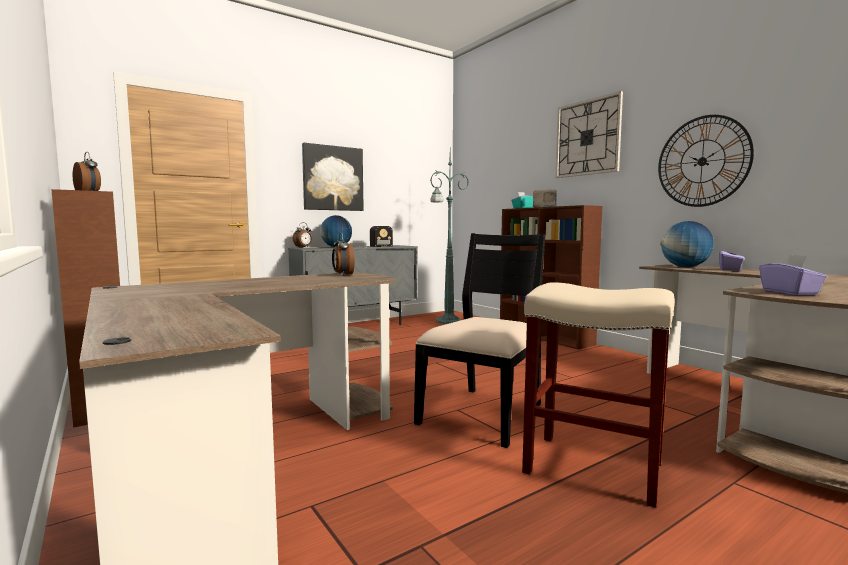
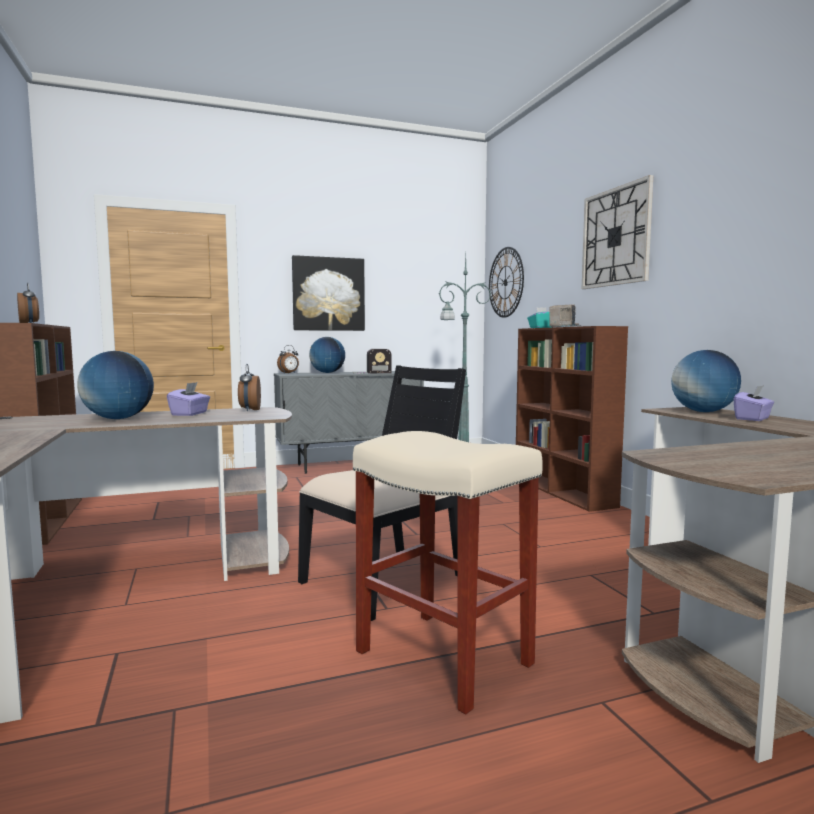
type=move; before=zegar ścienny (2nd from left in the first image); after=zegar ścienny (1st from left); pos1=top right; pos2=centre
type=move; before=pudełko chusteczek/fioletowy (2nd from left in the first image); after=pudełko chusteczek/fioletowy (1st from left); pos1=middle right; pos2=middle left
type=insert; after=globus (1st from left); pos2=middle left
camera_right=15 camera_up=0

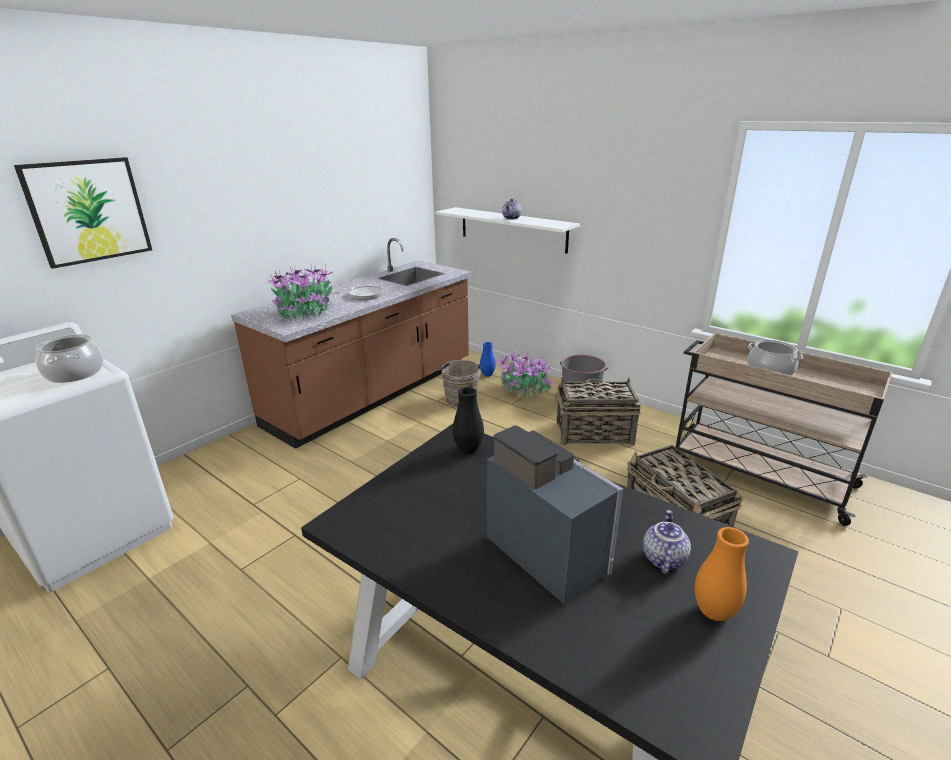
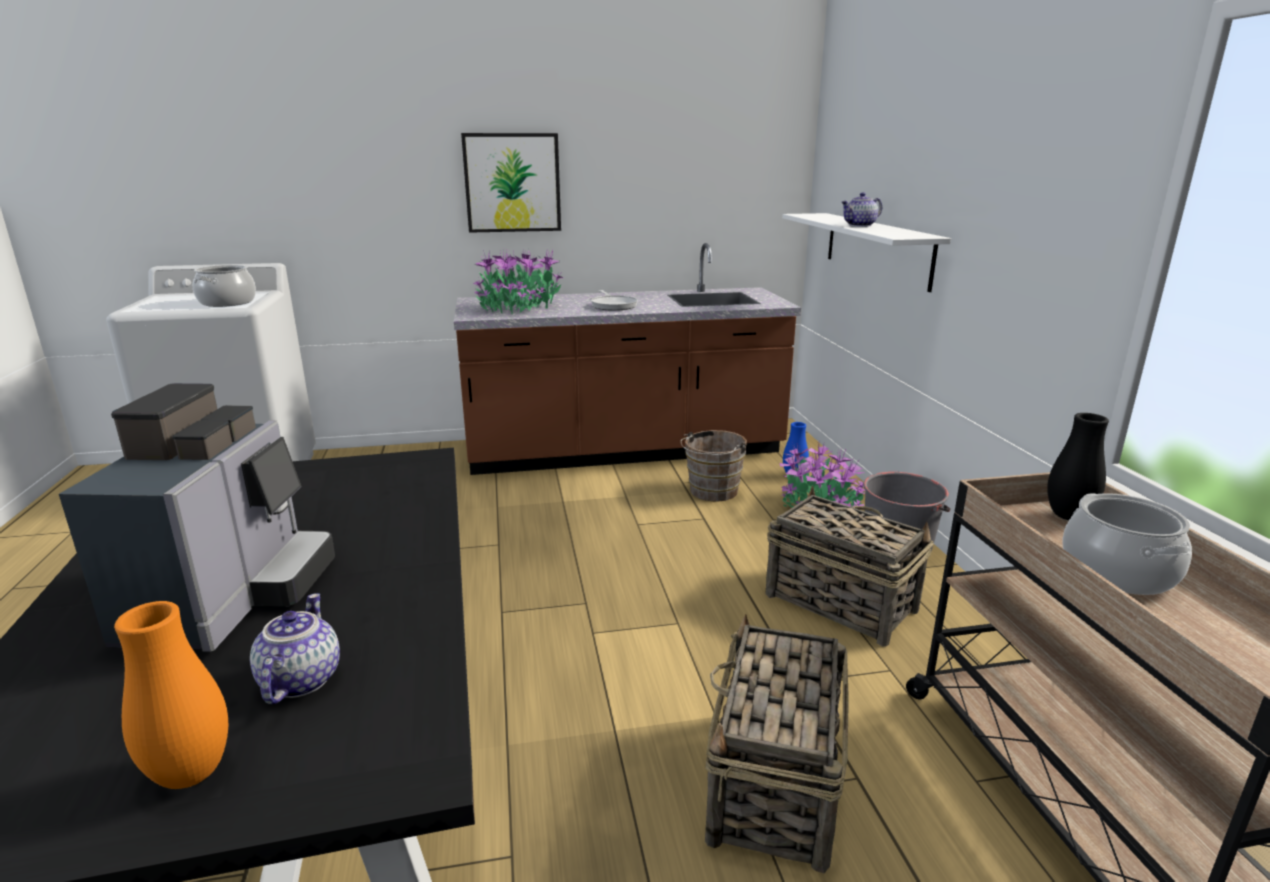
type=move; before=obraz; pos1=top left; pos2=top centre
type=move; before=wazon/czarny; pos1=centre; pos2=middle right
type=rotate; before=imbryk (2nd from left in the first image); pos1=bottom right; pos2=bottom left; turn=-60
camera_right=40 camera_up=-5

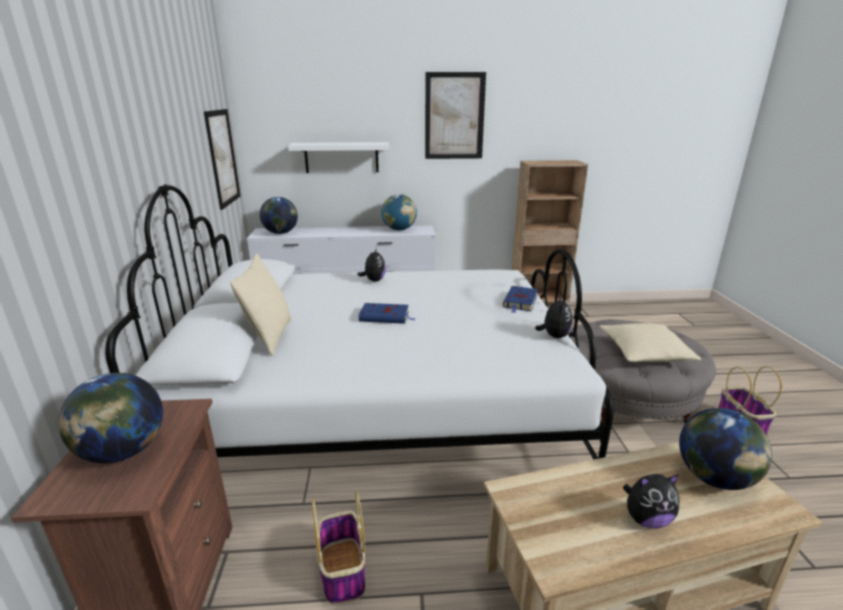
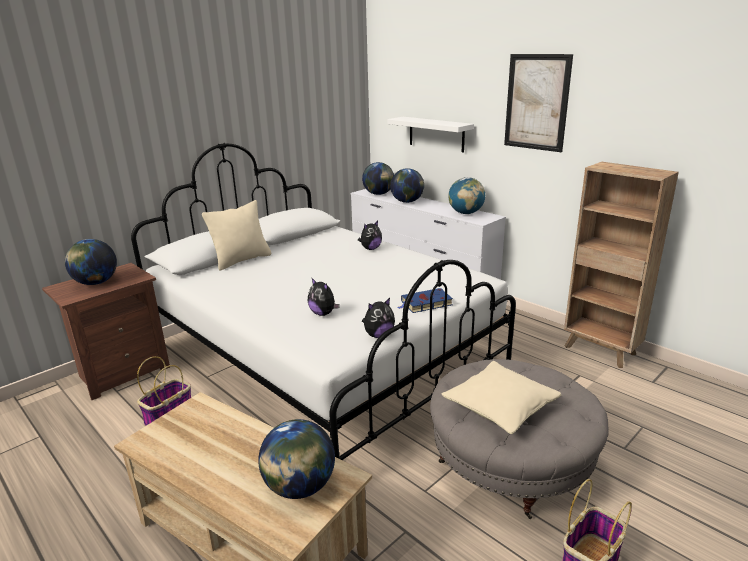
type=delete; before=obraz (1st from left); pos1=top left
type=delete; before=książka/niebieski (1st from left); pos1=centre
type=move; before=pluszak (3rd from left in the first image); after=pluszak (1st from left); pos1=bottom right; pos2=centre
type=insert; after=globus (4th from left); pos2=top centre
camera_right=50 camera_up=0

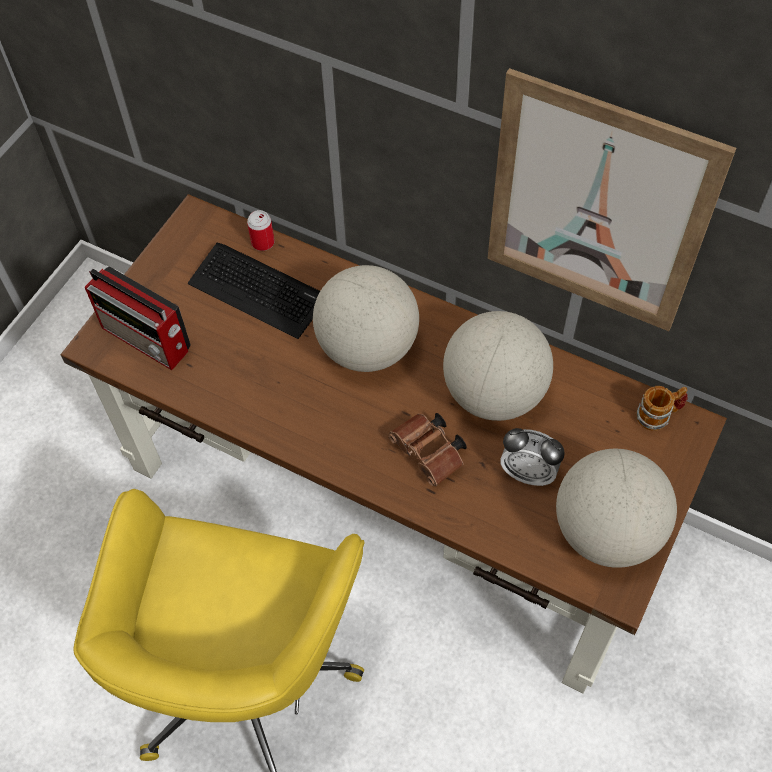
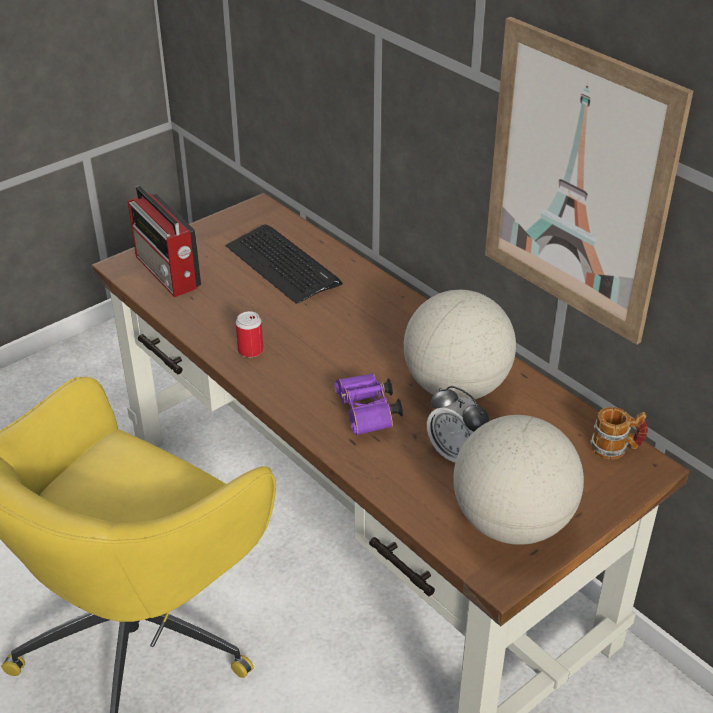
type=move; before=puszka; pos1=top centre; pos2=centre
type=delete; before=globus (1st from left); pos1=centre
type=recolor; before=lornetka/brązowy; after=lornetka/fioletowy; pos1=centre; pos2=centre
camera_right=20 camera_up=-20

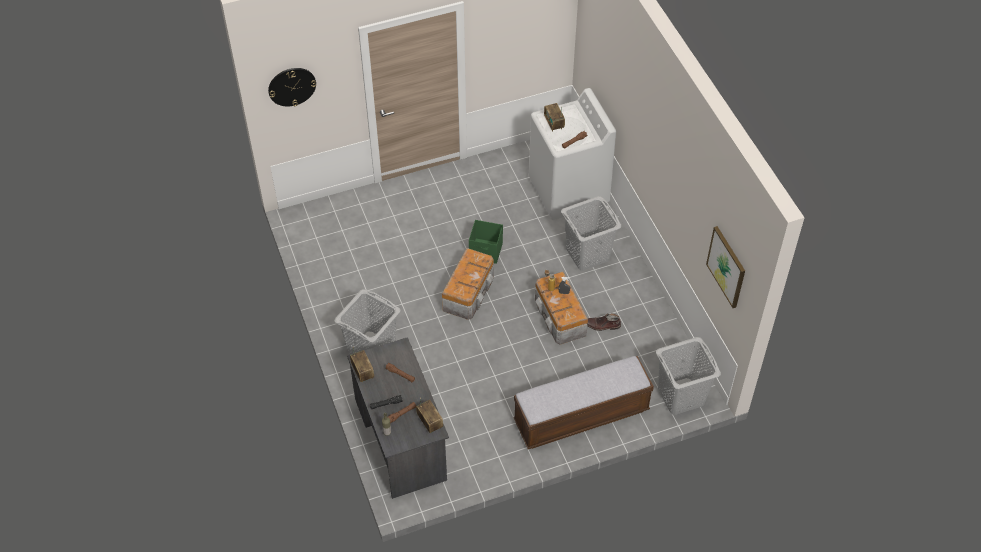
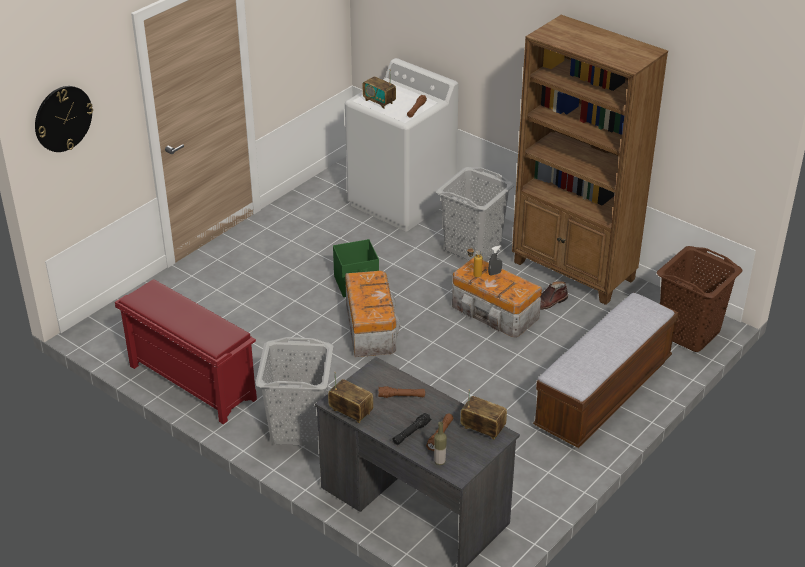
type=delete; before=obraz; pos1=middle right
type=recolor; before=kosz na pranie/szary (3rd from left); after=kosz na pranie/brązowy; pos1=bottom right; pos2=middle right
type=insert; after=regał/brązowy; pos2=top right
type=insert; after=regał na buty/czerwony; pos2=middle left
camera_right=-30 camera_up=-15

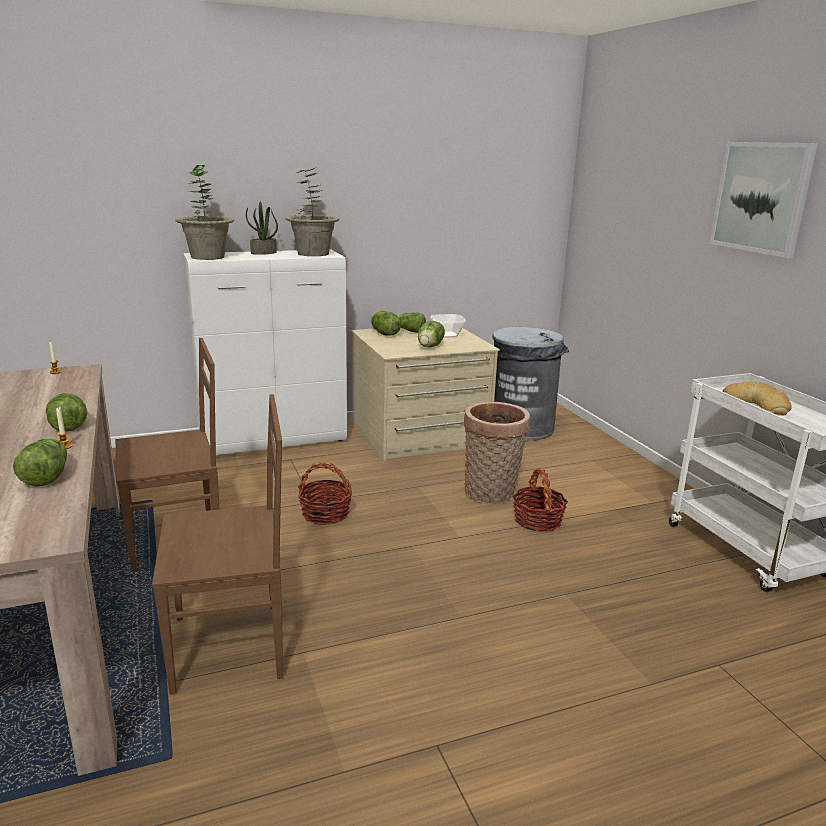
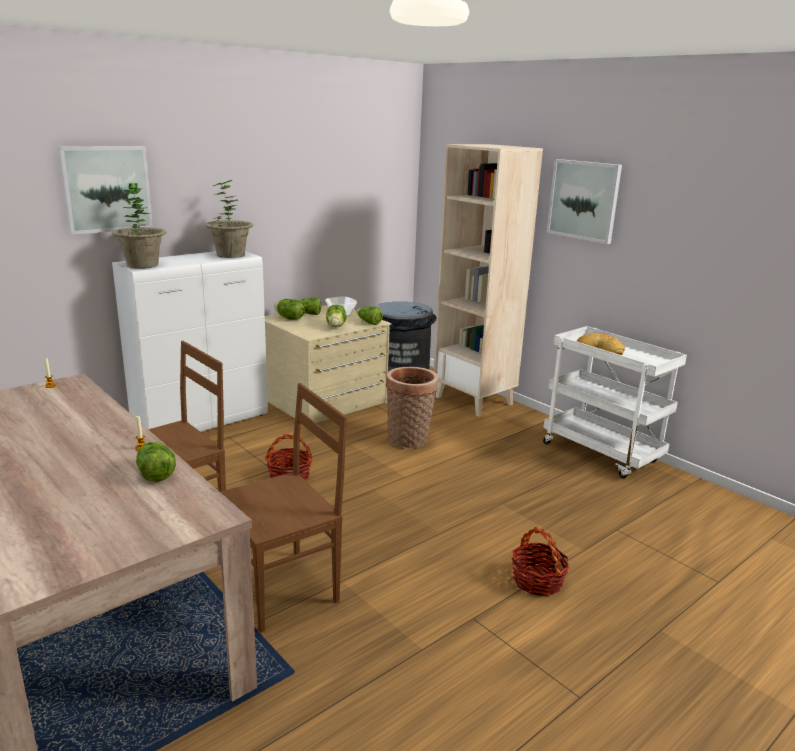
type=delete; before=roślina doniczkowa (2nd from left); pos1=top left
type=move; before=sałata (2nd from left in the first image); after=sałata (5th from left); pos1=middle left; pos2=centre
type=move; before=koszyk (3rd from left); pos1=centre; pos2=bottom right
type=insert; after=regał/beżowy; pos2=centre
type=insert; after=obraz (1st from left); pos2=top left
camera_right=-20 camera_up=0

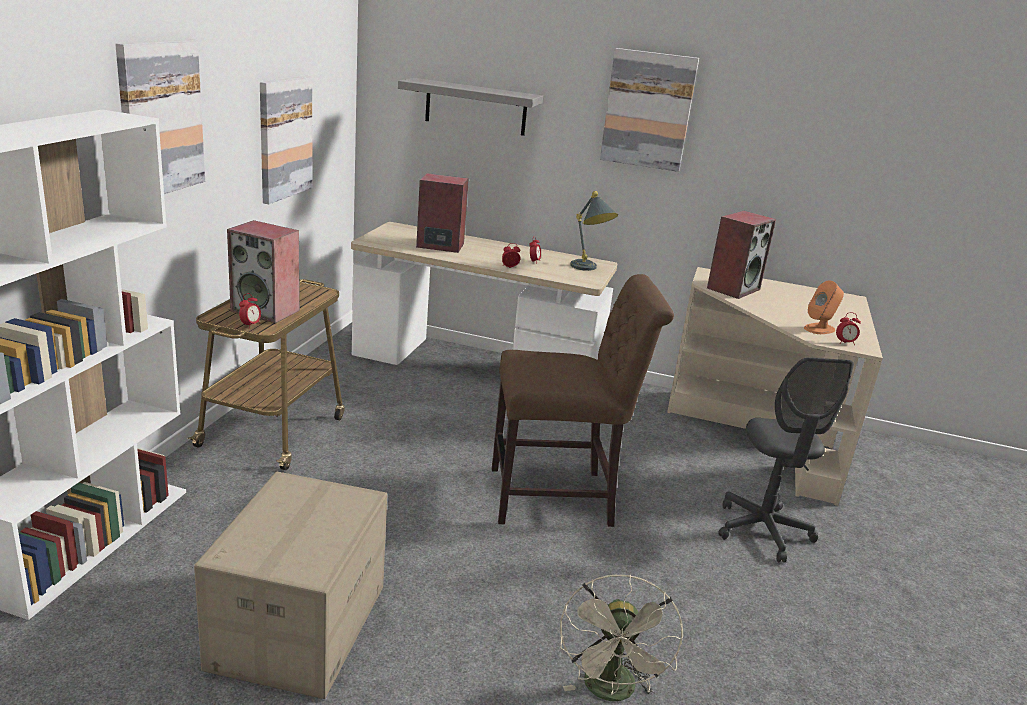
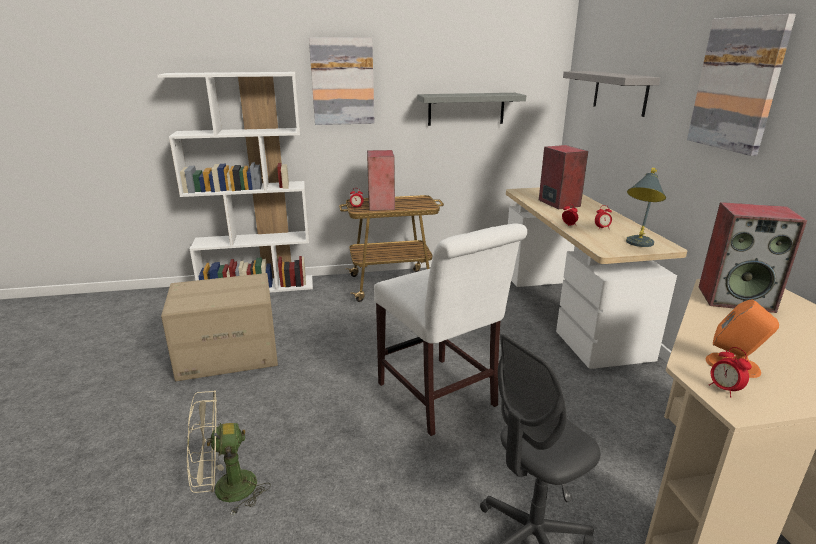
type=replace; before=obraz (2nd from left); after=półka/szary (1st from left); pos1=top left; pos2=top centre
type=recolor; before=krzesło/brązowy; after=krzesło/biały; pos1=centre; pos2=centre
camera_right=65 camera_up=0

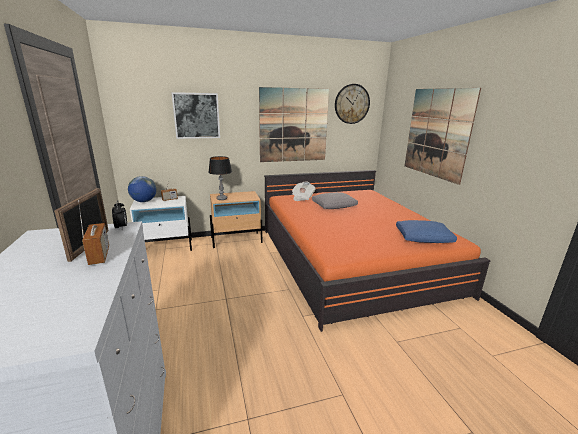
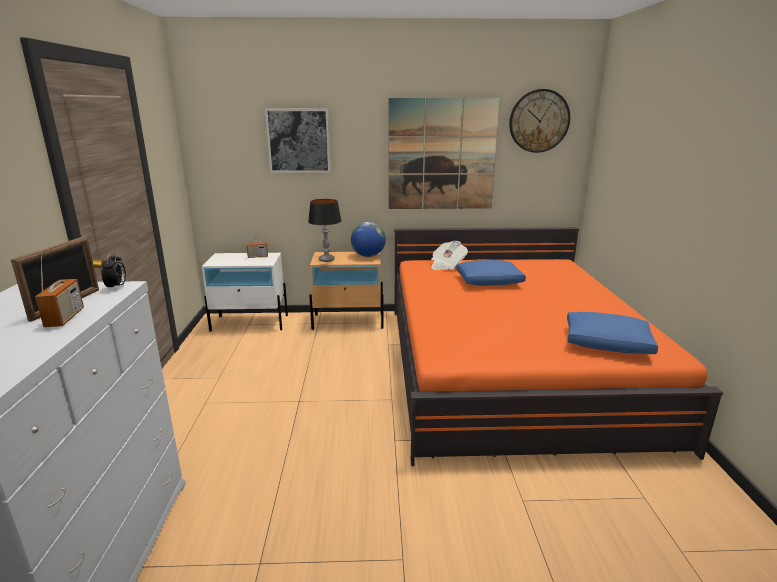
type=delete; before=obraz (3rd from left); pos1=top right
type=move; before=globus; pos1=middle left; pos2=centre
type=recolor; before=poduszka/szary; after=poduszka/niebieski (1st from left); pos1=centre; pos2=centre
camera_right=15 camera_up=0

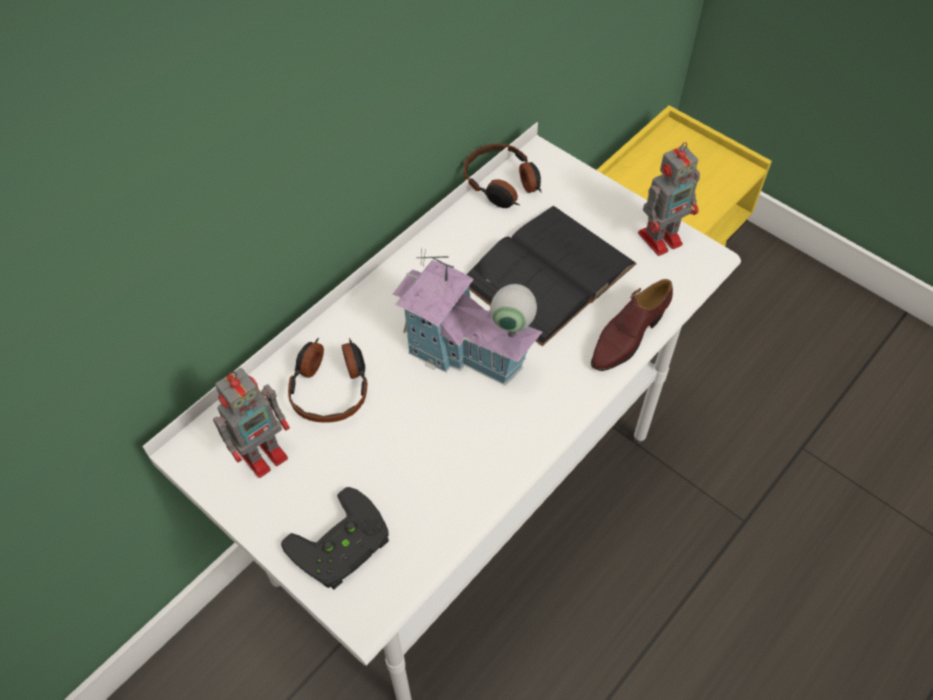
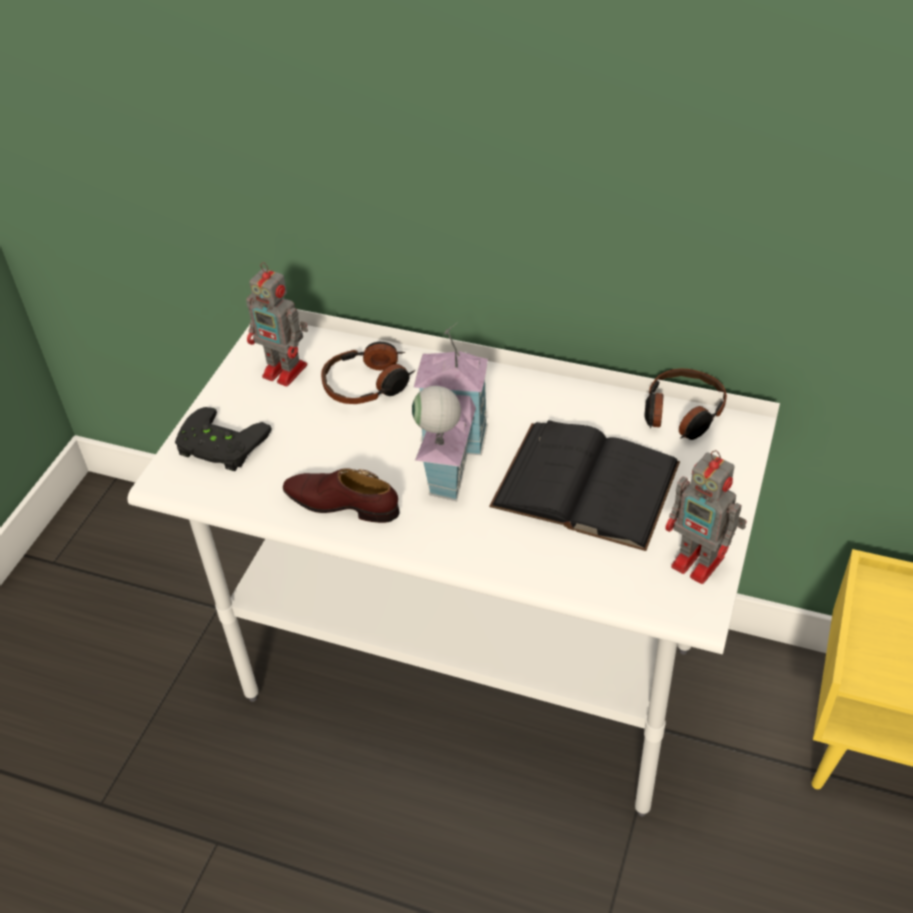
type=move; before=but/brązowy; pos1=middle right; pos2=centre
camera_right=70 camera_up=-10

